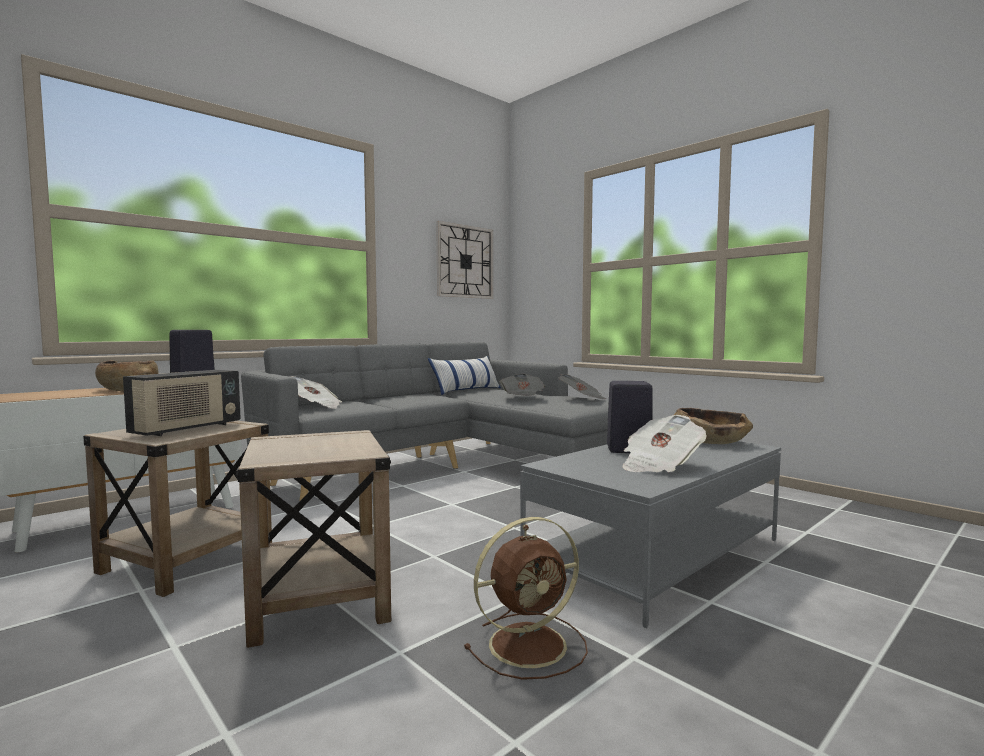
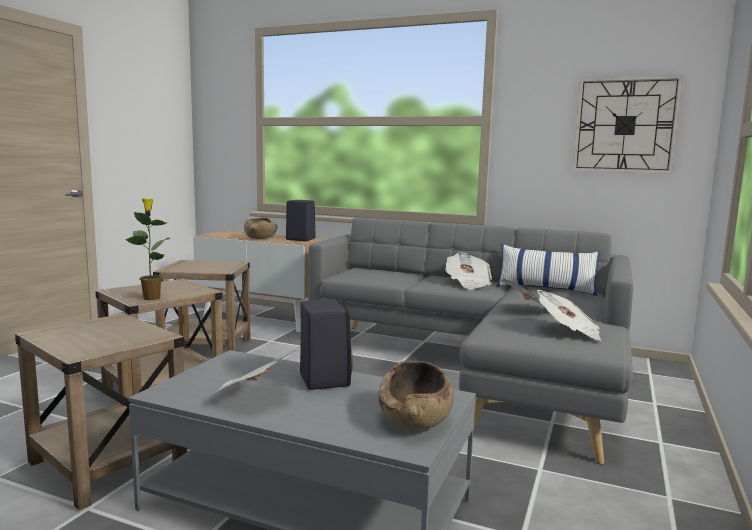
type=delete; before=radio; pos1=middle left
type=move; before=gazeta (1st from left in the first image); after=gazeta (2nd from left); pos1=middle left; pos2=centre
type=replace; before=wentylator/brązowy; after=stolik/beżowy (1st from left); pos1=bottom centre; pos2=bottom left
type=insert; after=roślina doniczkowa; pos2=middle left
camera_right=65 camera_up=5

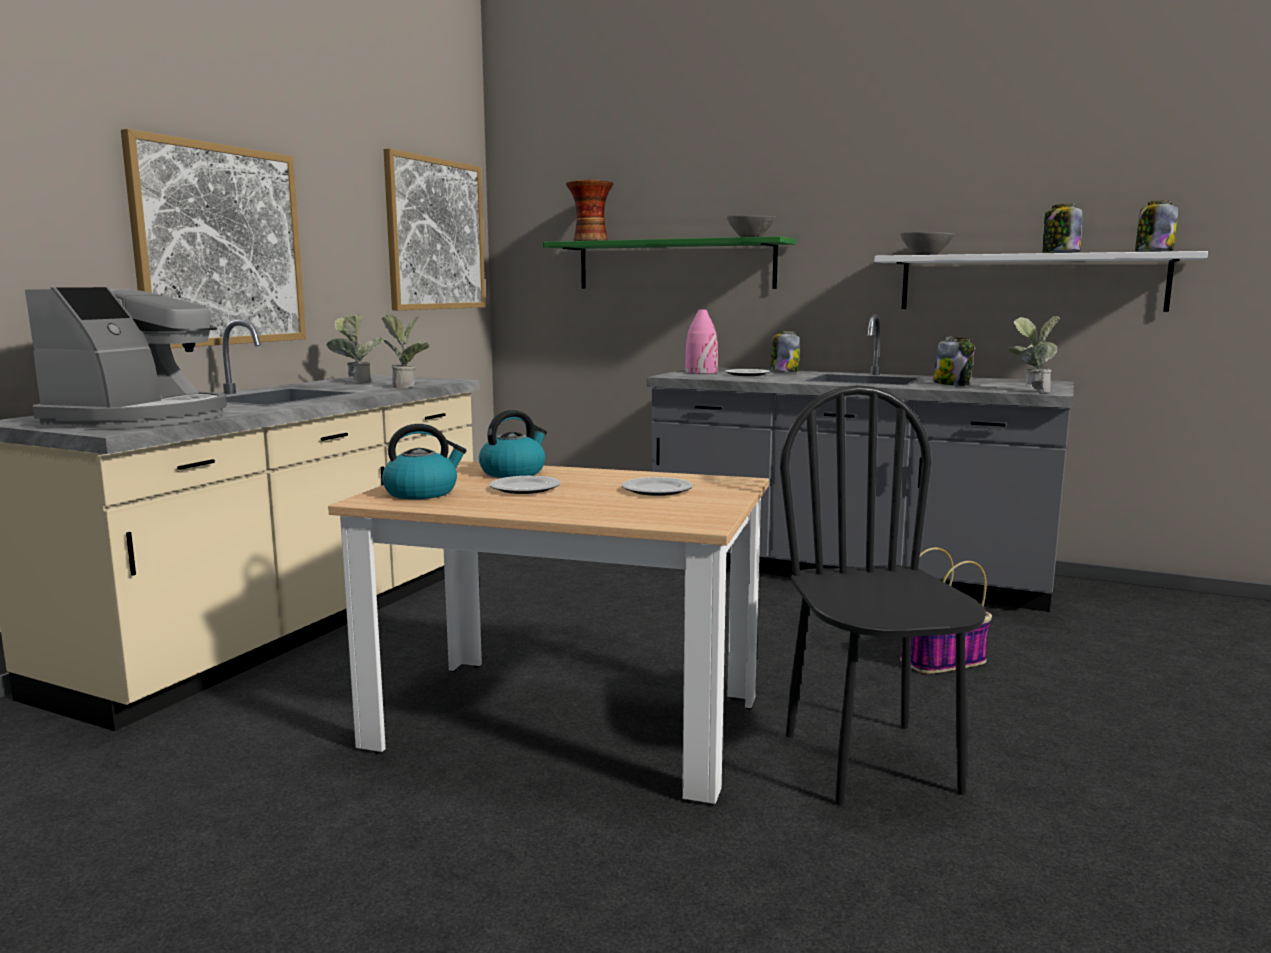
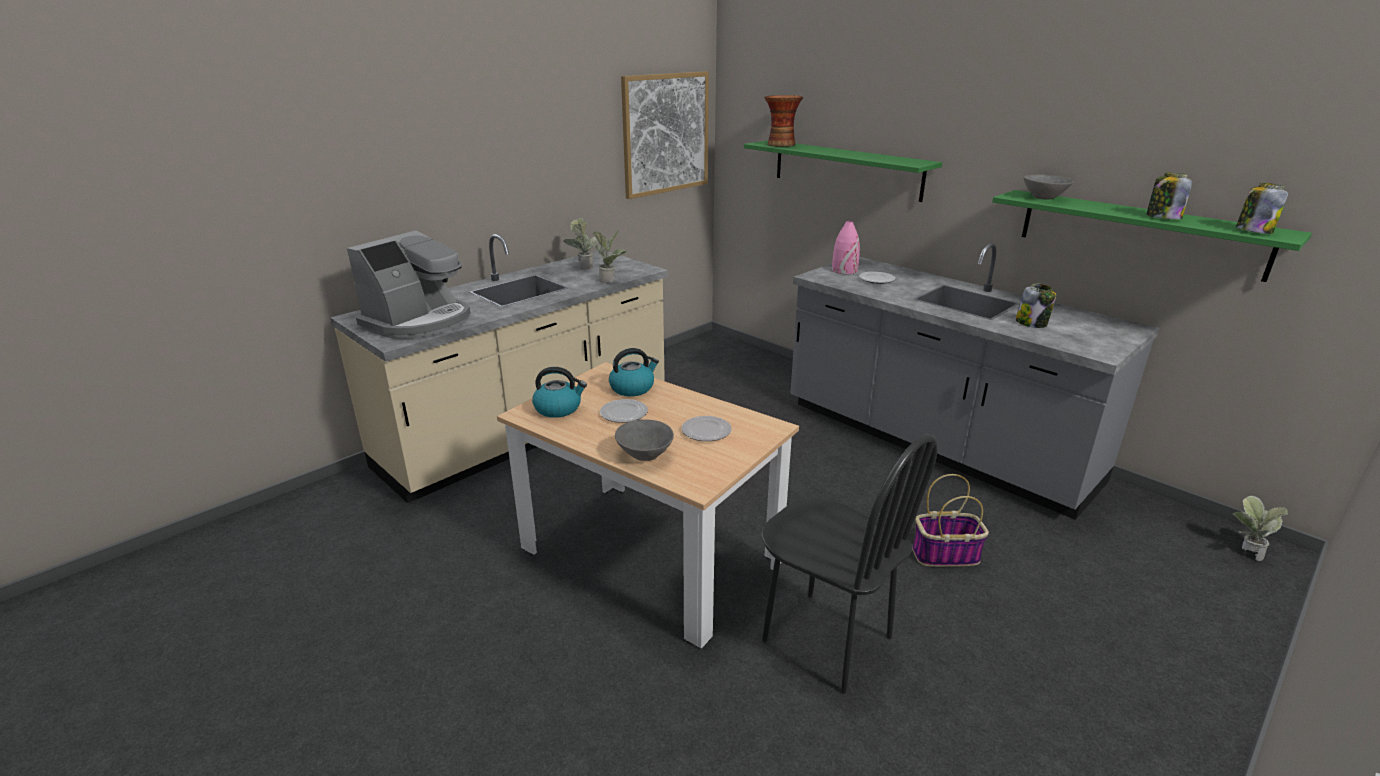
type=delete; before=obraz (1st from left); pos1=top left
type=move; before=miska/szary (1st from left); pos1=top centre; pos2=centre
type=recolor; before=półka/biały; after=półka/zielony (2nd from left); pos1=top right; pos2=top right
type=move; before=roślina doniczkowa (3rd from left); pos1=middle right; pos2=bottom right
type=delete; before=słoik (1st from left); pos1=centre
type=rotate; before=krzesło/czarny; pos1=middle right; pos2=bottom centre; turn=120
camera_right=20 camera_up=15

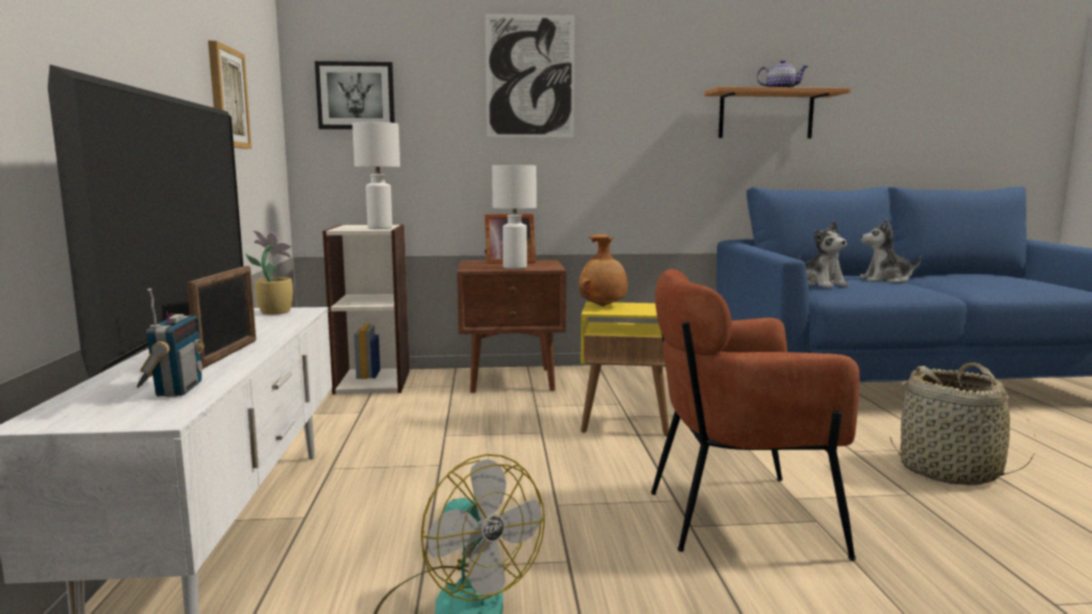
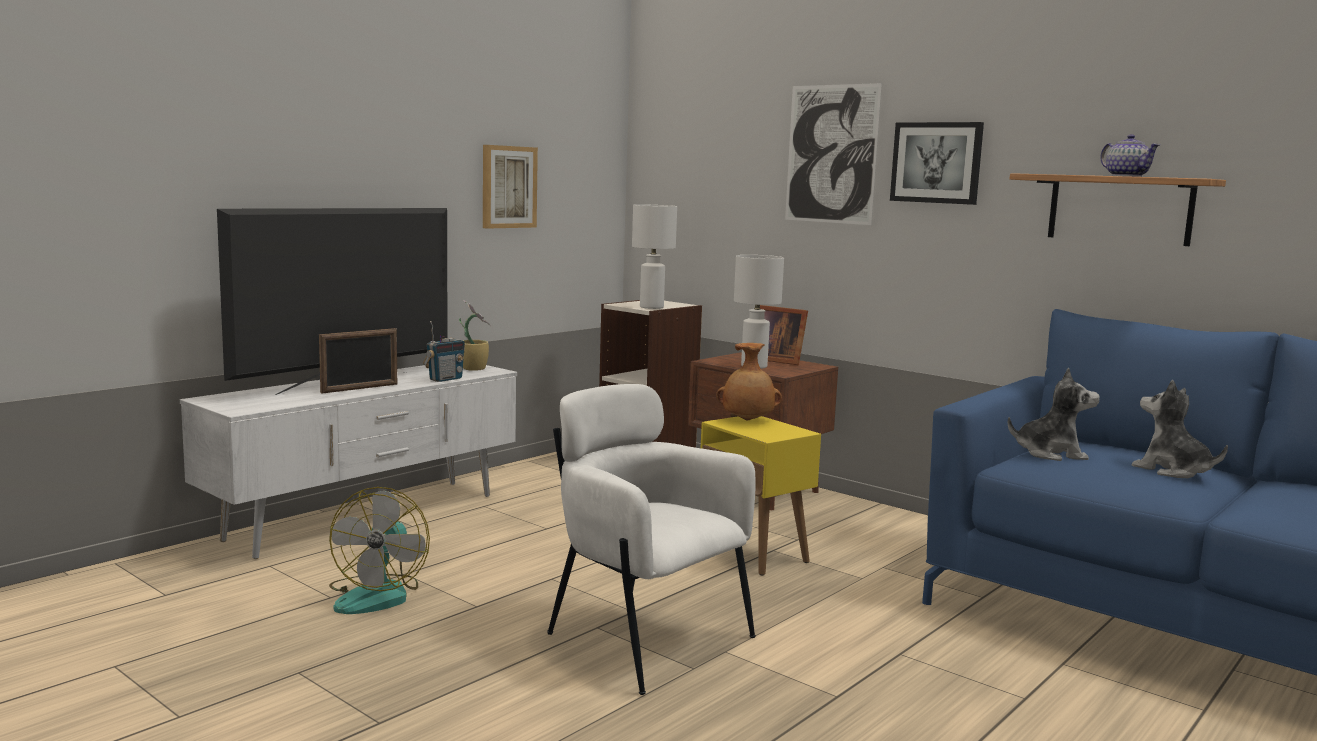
type=move; before=obraz (2nd from left in the first image); after=obraz (3rd from left); pos1=top left; pos2=top right
type=rotate; before=pluszak (1st from left); pos1=middle right; pos2=middle right; turn=-105
type=recolor; before=fotel/brązowy; after=fotel/biały; pos1=bottom right; pos2=bottom centre
type=move; before=radio; pos1=middle left; pos2=centre
type=delete; before=koszyk; pos1=bottom right
camera_right=45 camera_up=0

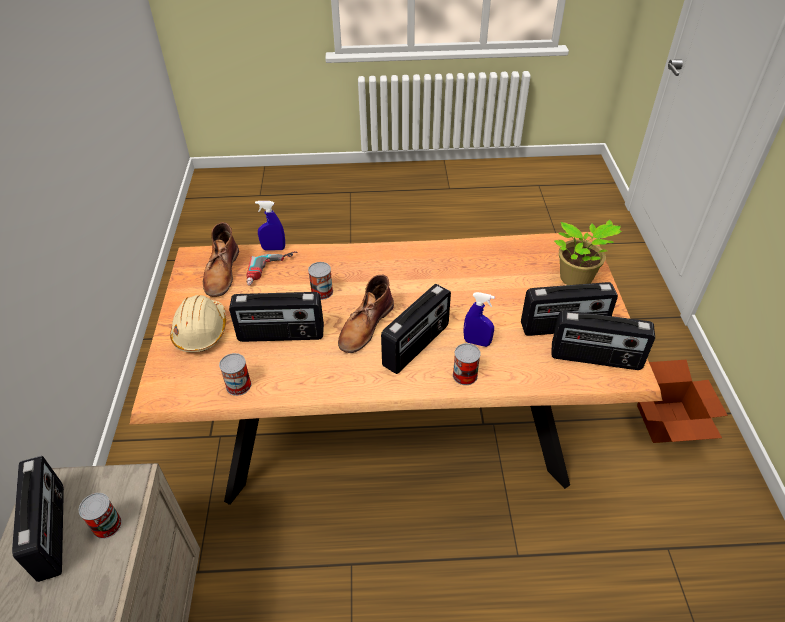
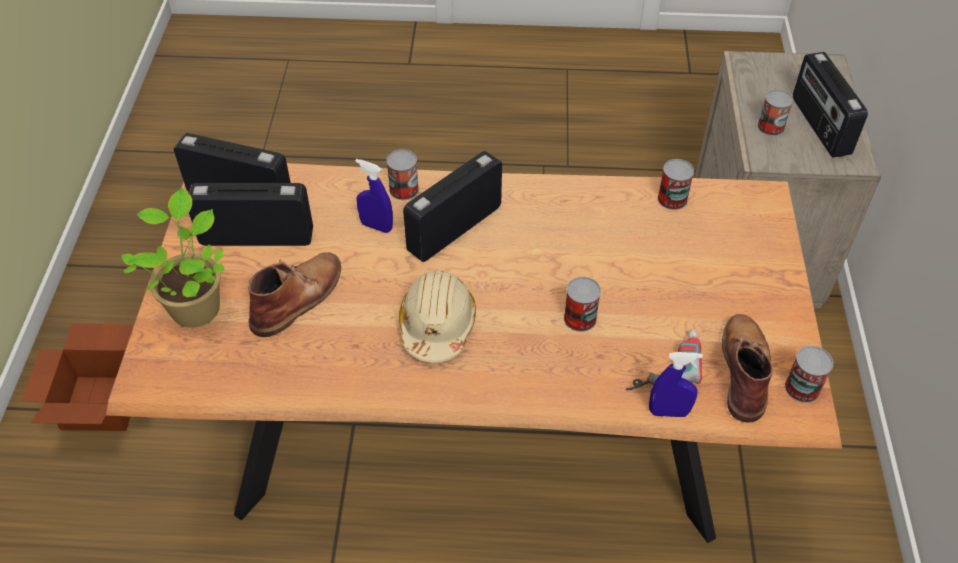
type=move; before=but z cholewką/brązowy (2nd from left in the first image); after=but z cholewką/brązowy (1st from left); pos1=centre; pos2=middle left
type=delete; before=radio (2nd from left); pos1=centre
type=move; before=kask/beżowy; pos1=middle left; pos2=centre
type=insert; after=puszka (5th from left); pos2=middle right
camera_right=-175 camera_up=5

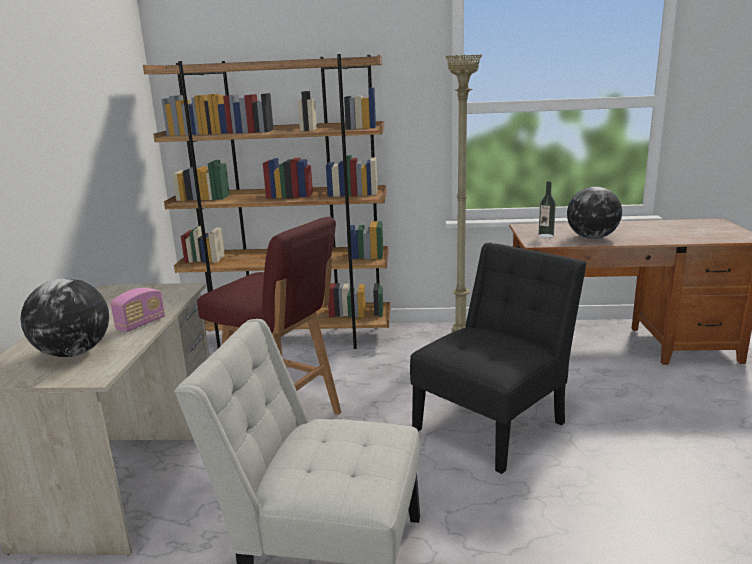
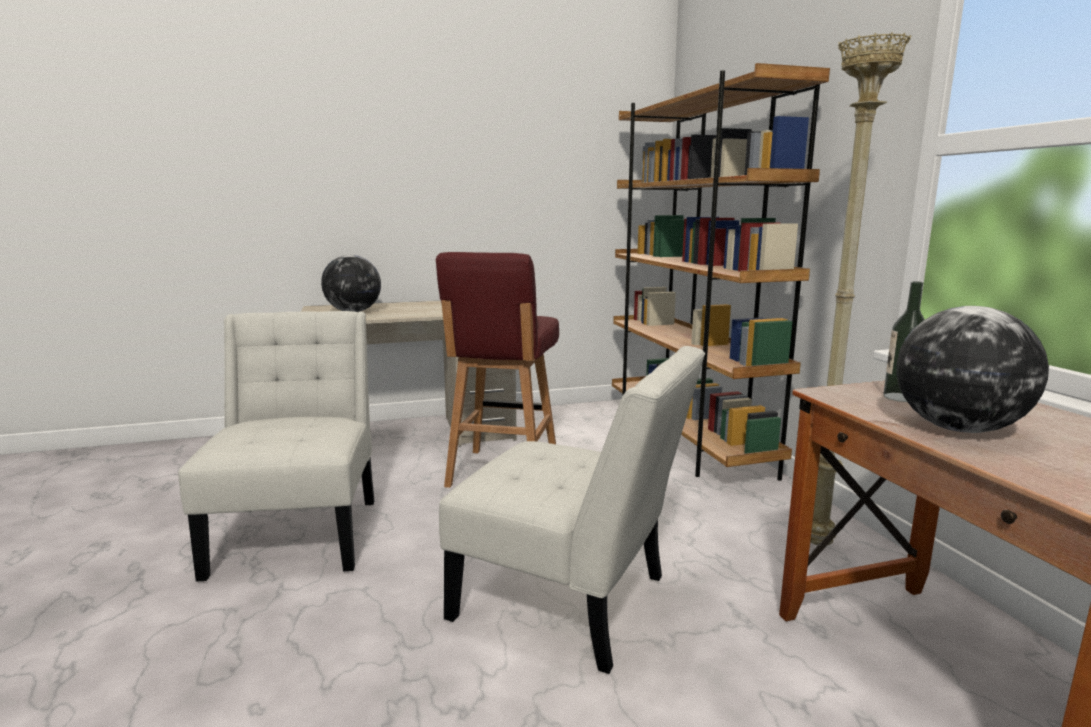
type=recolor; before=krzesło/czarny; after=krzesło/biały (2nd from left); pos1=centre; pos2=bottom centre
type=delete; before=radio; pos1=middle left
camera_right=70 camera_up=-5

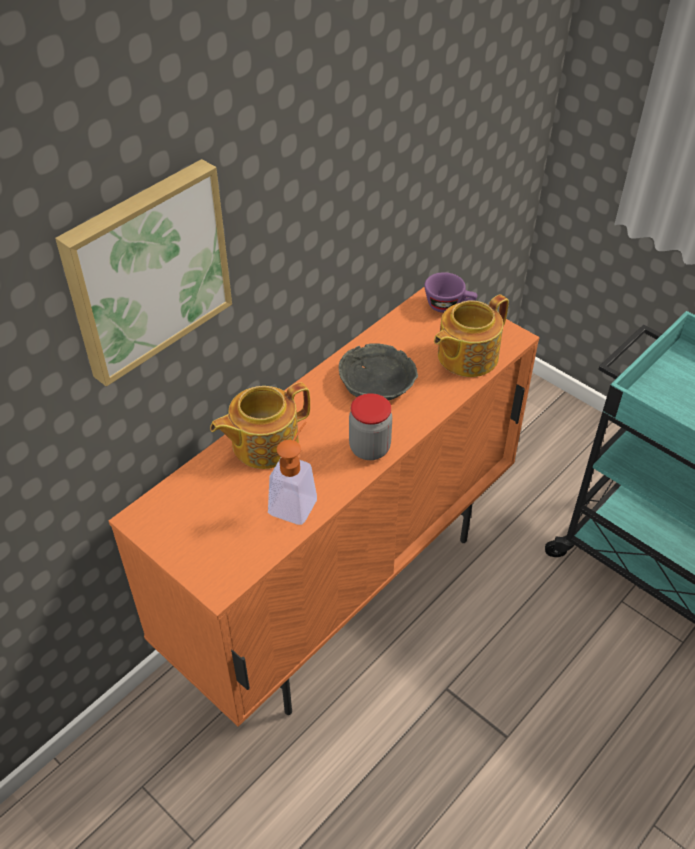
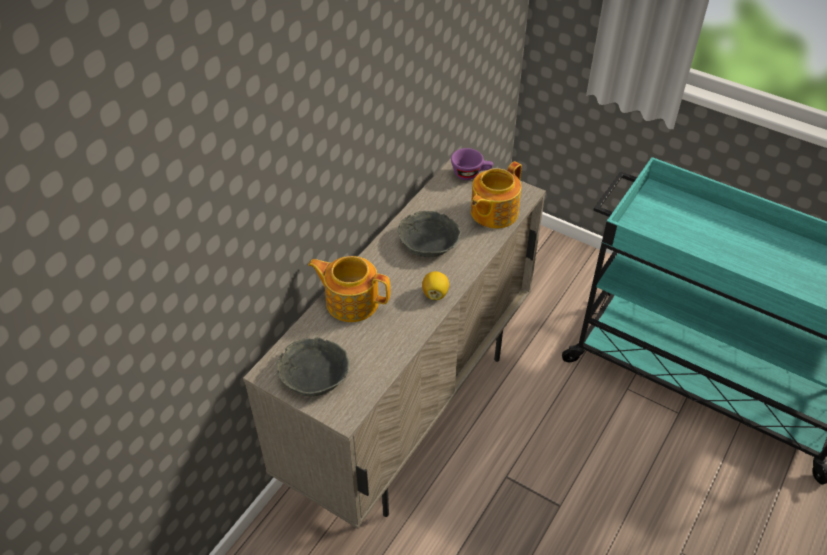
type=delete; before=obraz; pos1=top left
type=recolor; before=szafka/pomarańczowy; after=szafka/beżowy; pos1=centre; pos2=centre
type=rotate; before=imbryk (1st from left); pos1=centre; pos2=centre; turn=60
type=replace; before=słoik; after=cytryna; pos1=centre; pos2=centre
type=delete; before=dozownik mydła; pos1=centre
type=insert; after=miska/szary (1st from left); pos2=centre
camera_right=-10 camera_up=0

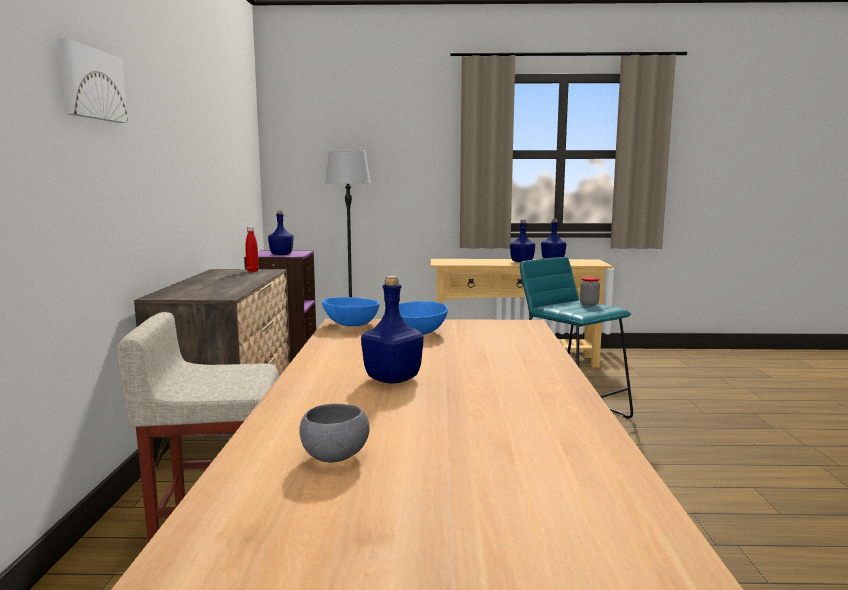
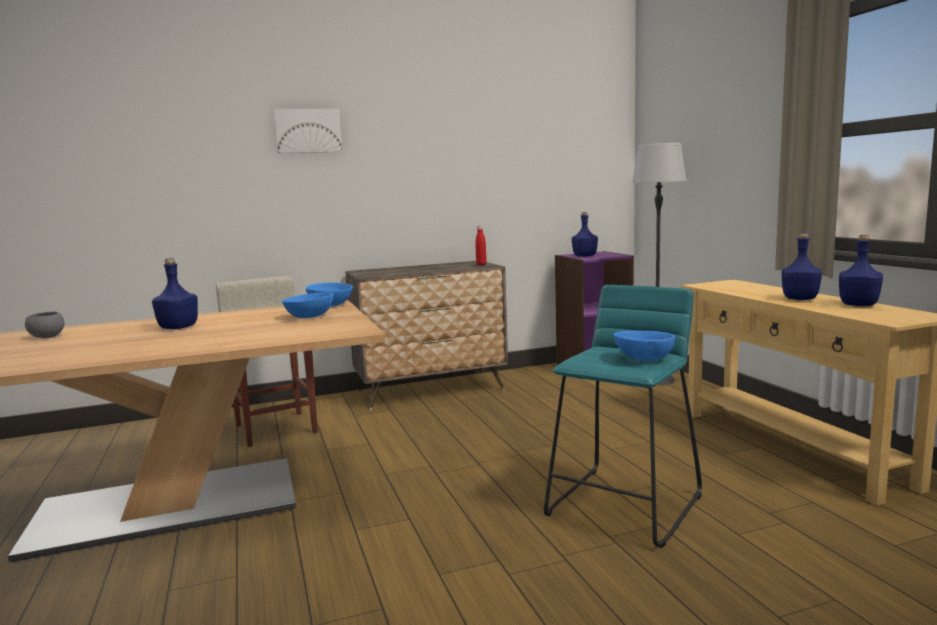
type=replace; before=słoik; after=miska/niebieski (3rd from left); pos1=middle right; pos2=middle right
camera_right=70 camera_up=0

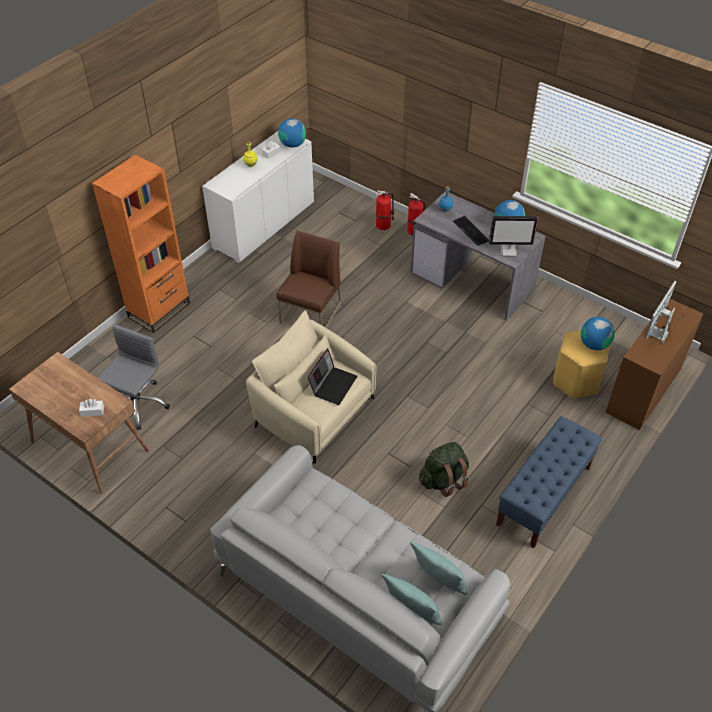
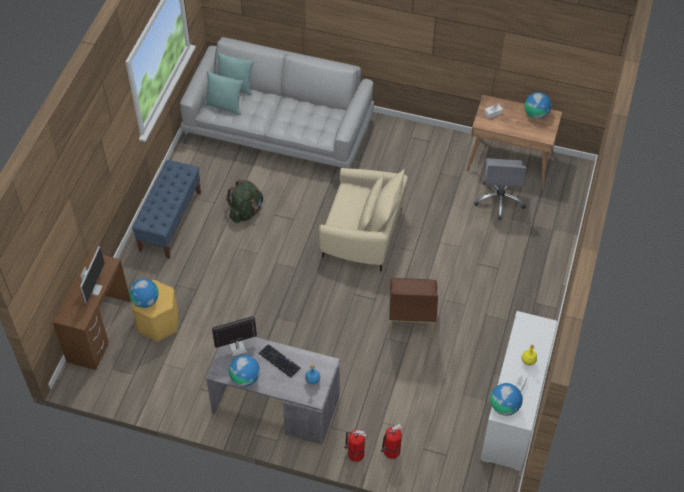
type=delete; before=regał/pomarańczowy; pos1=middle left
type=delete; before=laptop; pos1=centre
type=insert; after=globus (4th from left); pos2=top right
camera_right=160 camera_up=5

